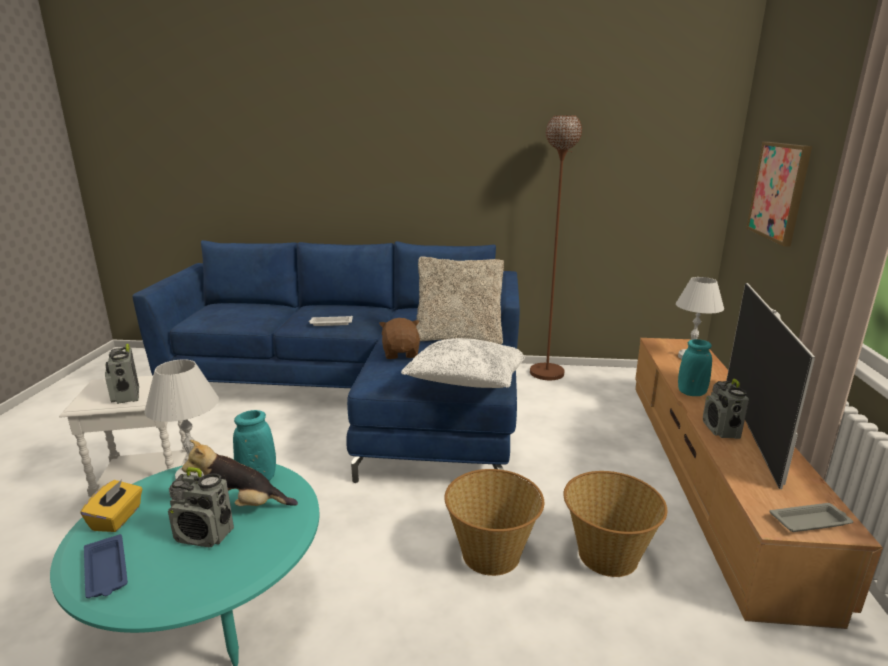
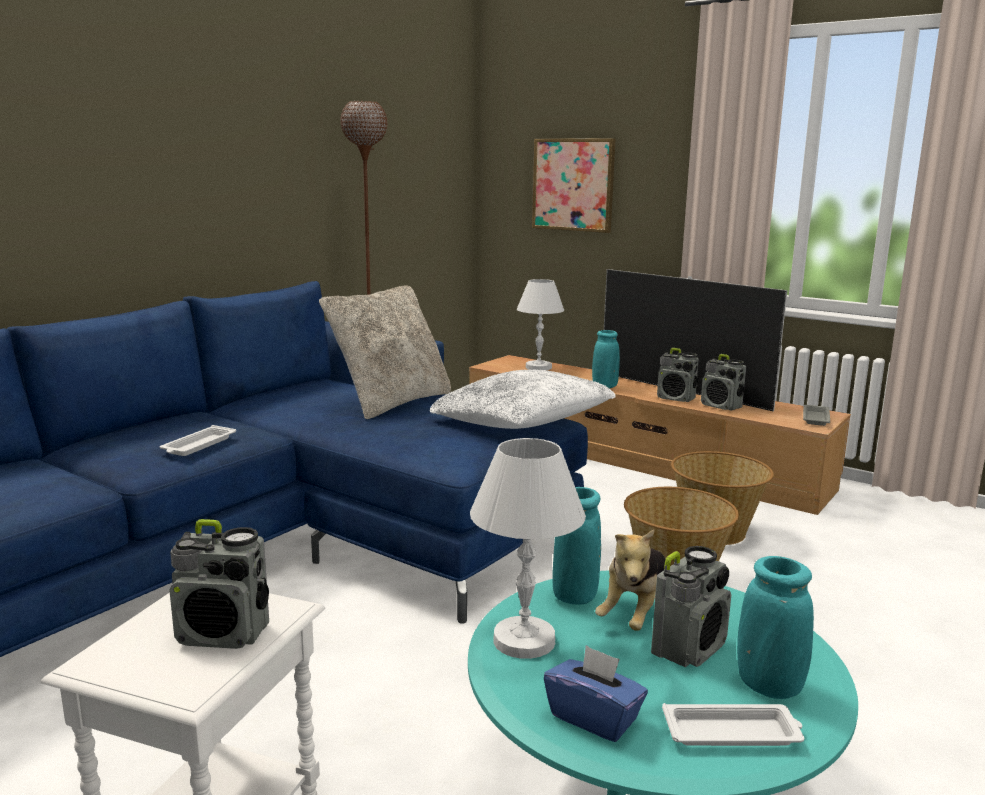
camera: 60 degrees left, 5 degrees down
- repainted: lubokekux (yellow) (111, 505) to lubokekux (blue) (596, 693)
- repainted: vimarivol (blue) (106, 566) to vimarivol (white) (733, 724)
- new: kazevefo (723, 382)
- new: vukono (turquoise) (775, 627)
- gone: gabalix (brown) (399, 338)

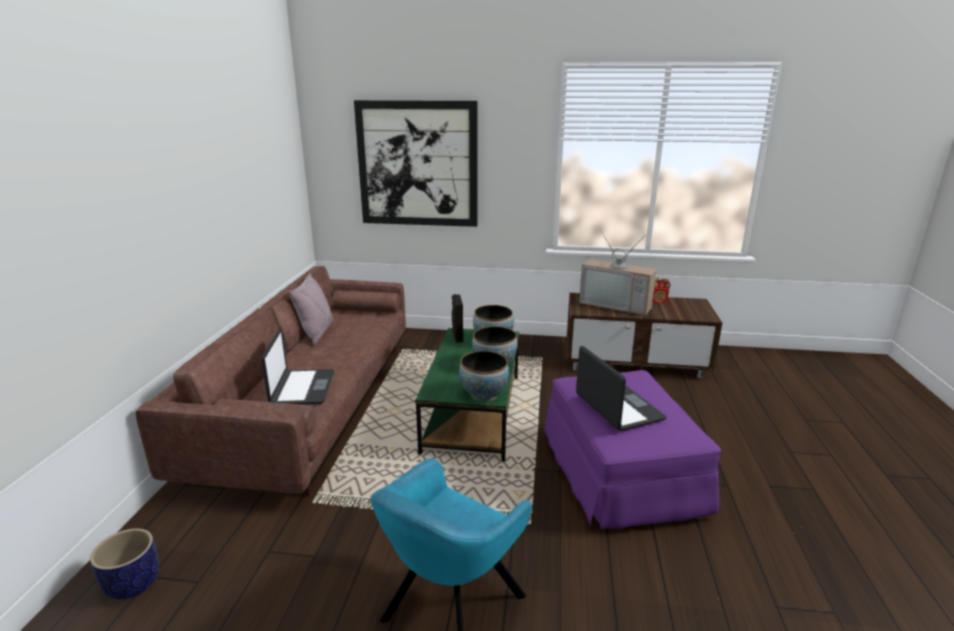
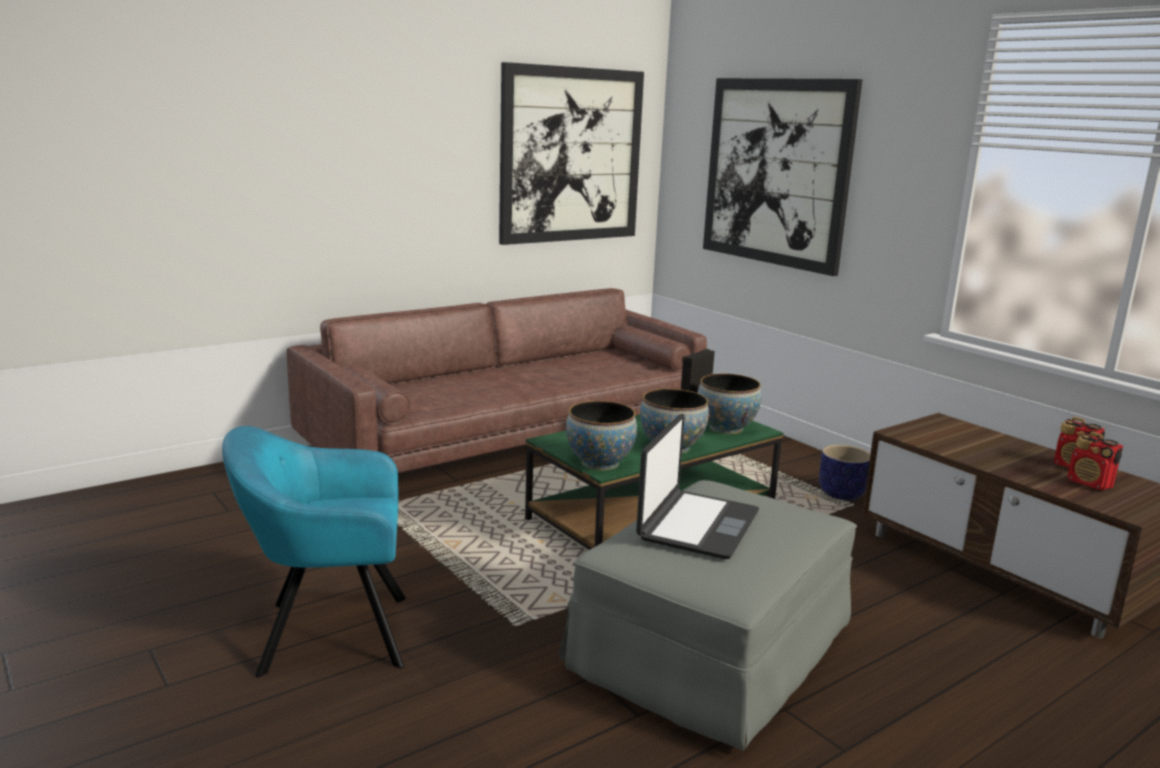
camera: 45 degrees right, 5 degrees down
- new: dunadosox (571, 153)
- repainted: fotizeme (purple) (632, 449) to fotizeme (grey) (708, 615)
- shifted: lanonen (124, 564) to (845, 472)
- new: kazevefo (1095, 461)
- gone: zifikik (297, 366)
- gone: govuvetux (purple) (311, 309)
- gone: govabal (617, 273)

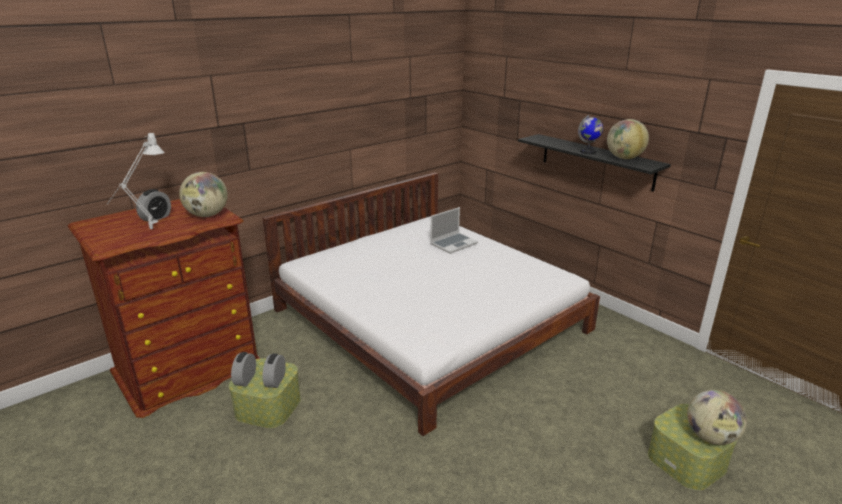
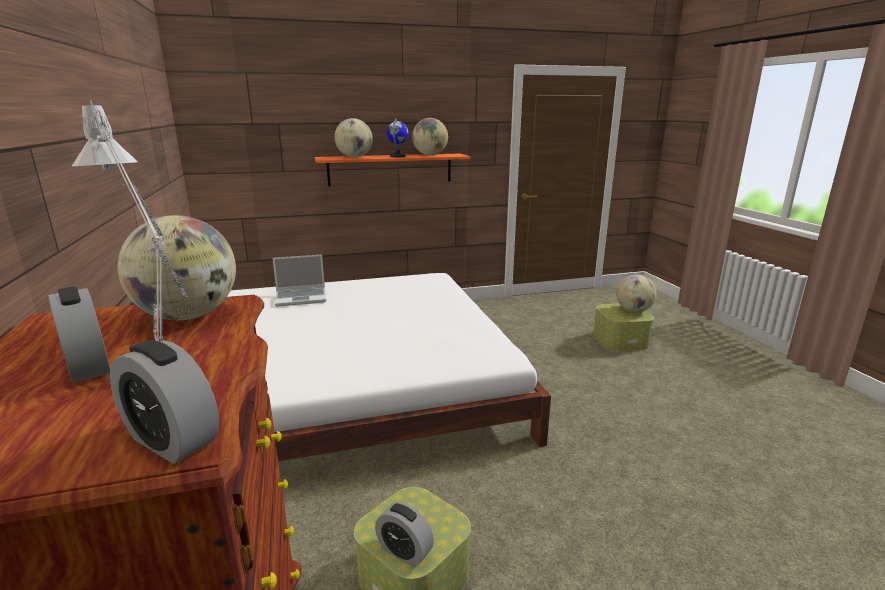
camera: 65 degrees left, 5 degrees down
- shifted: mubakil (274, 370) to (164, 402)
- rotated: zifikik (454, 230) = (299, 280) 90 degrees clockwise
- repainted: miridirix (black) (594, 163) to miridirix (orange) (392, 170)
- new: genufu (353, 138)

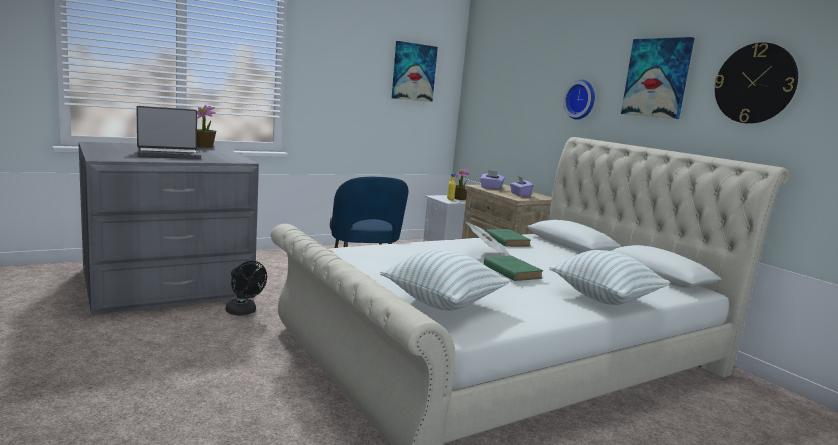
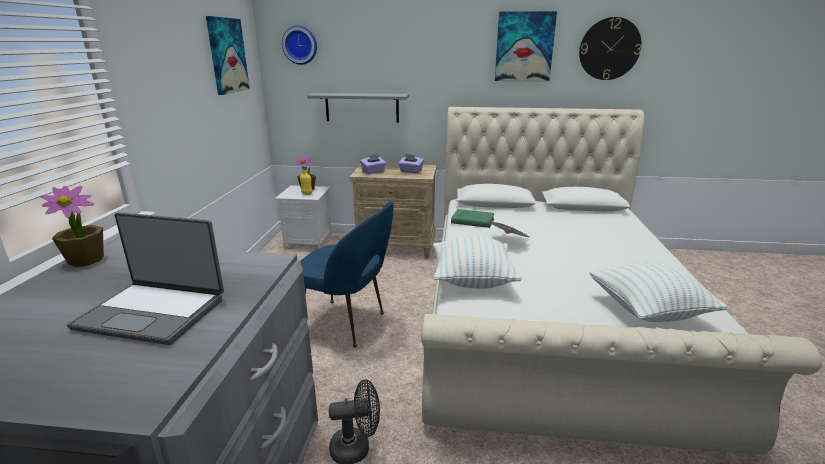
camera: 50 degrees left, 10 degrees up
- rotated: zifikik (168, 132) = (145, 278) 90 degrees clockwise
- shifted: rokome (579, 99) to (299, 45)
- new: miridirix (grey) (358, 108)
- shifted: govuvetux (609, 277) to (477, 262)
- gone: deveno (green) (513, 268)

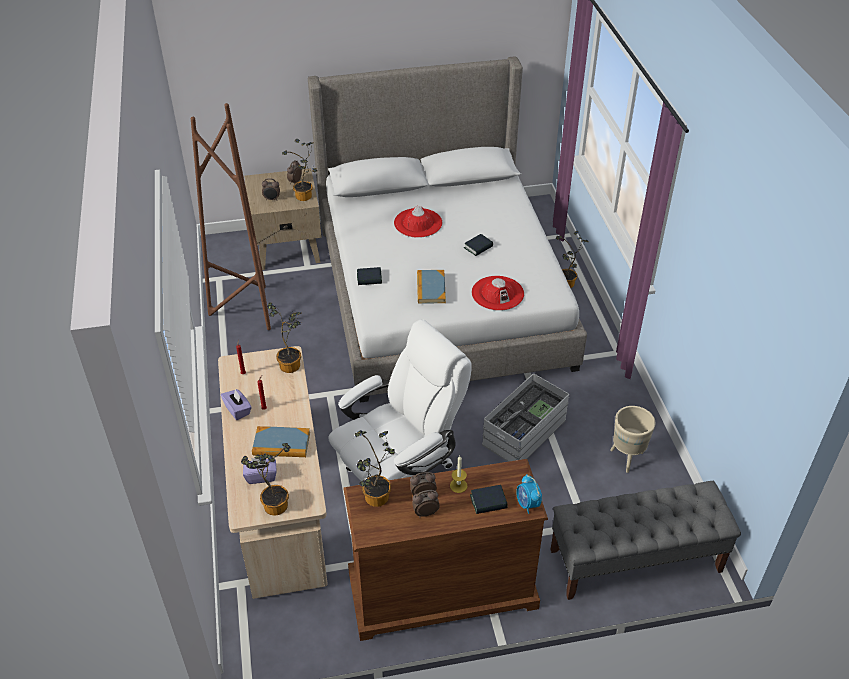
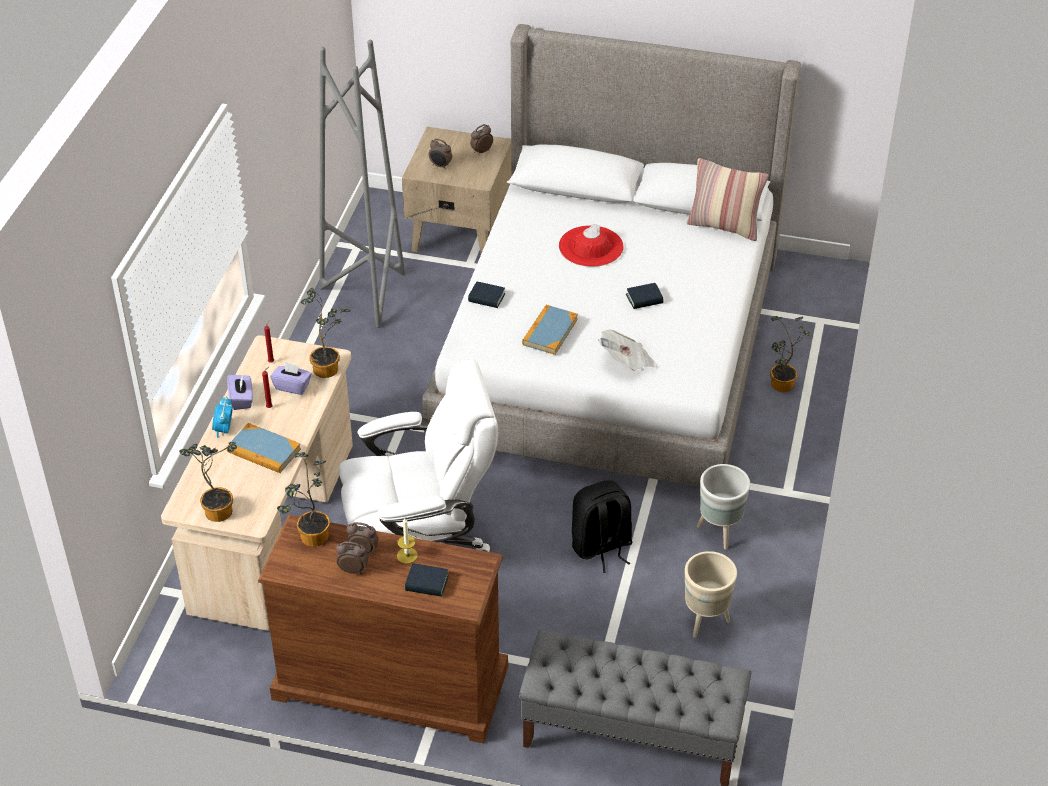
camera: 25 degrees right, 0 degrees up
- shifted: mubakil (529, 494) to (222, 417)
- shifted: lubokekux (purple) (260, 471) to (291, 378)
- repainted: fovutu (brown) (231, 216) to fovutu (grey) (362, 184)
- swapped: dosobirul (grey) (525, 418) to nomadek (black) (602, 526)
- swapped: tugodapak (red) (498, 293) to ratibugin (627, 350)
- new: govuvetux (727, 199)
- new: lanonen (grey) (723, 506)
- gone: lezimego (299, 170)

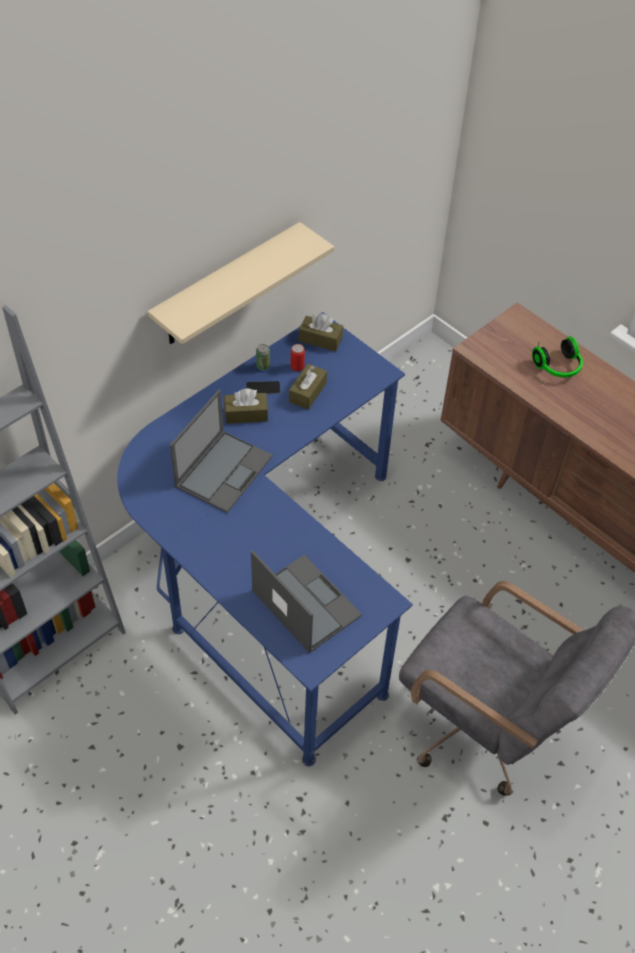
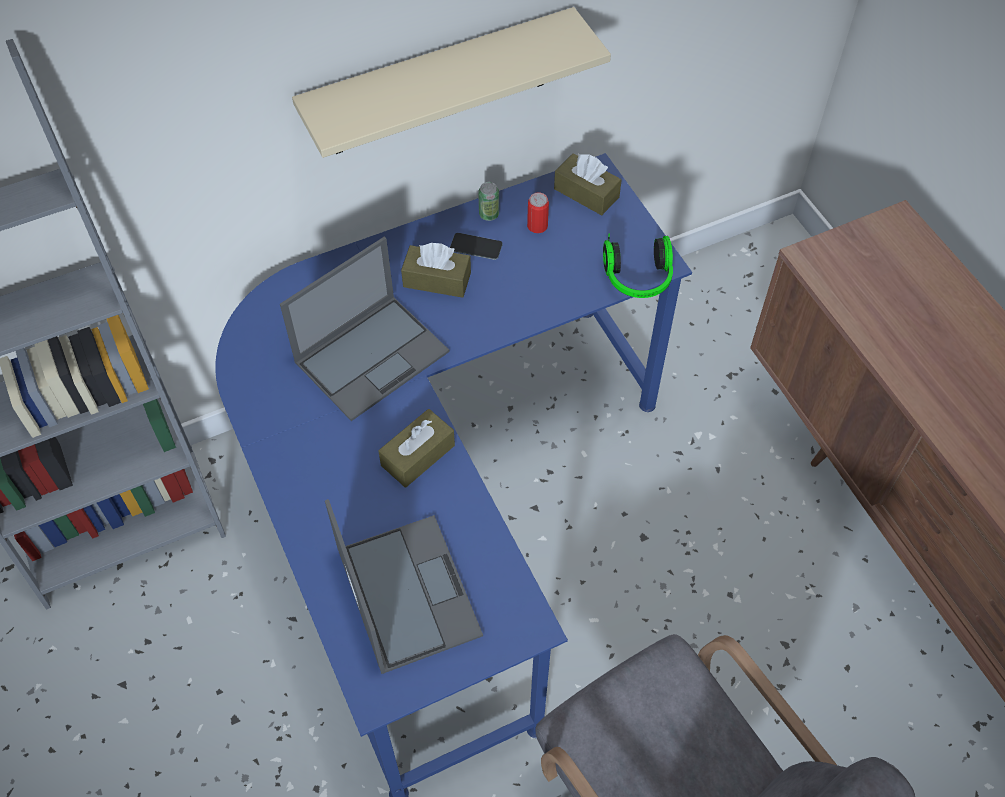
camera: 20 degrees right, 5 degrees up
- shifted: lubokekux (brown) (308, 387) to (416, 448)
- shifted: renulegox (557, 357) to (638, 266)

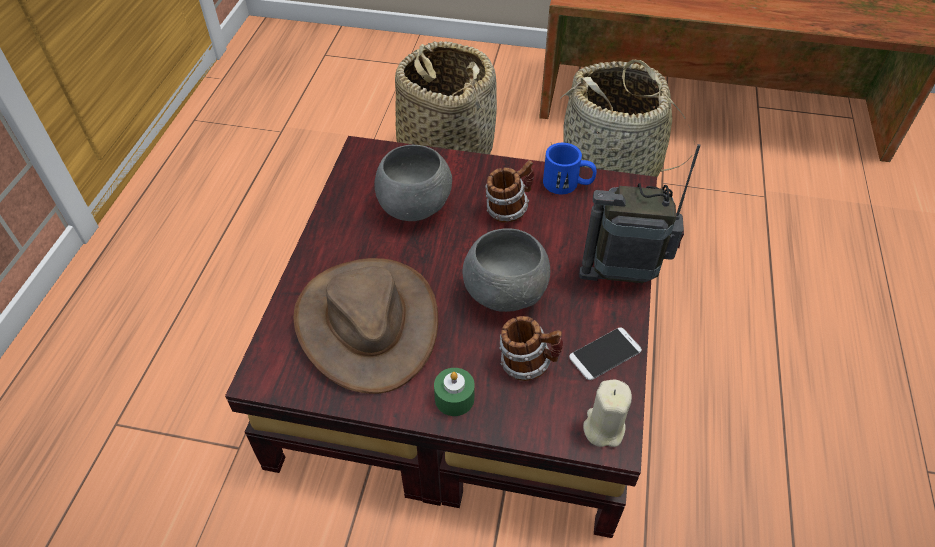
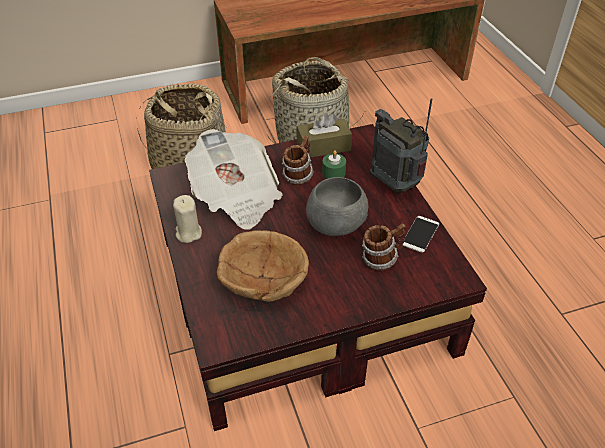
camera: 30 degrees left, 5 degrees down
- shifted: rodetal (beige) (607, 413) to (187, 219)
- swapped: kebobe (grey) (413, 183) to ratibugin (234, 179)
- swapped: tugodapak (brown) (366, 326) to kebobe (brown) (263, 266)
- swapped: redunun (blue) (569, 168) to lubokekux (brown) (324, 135)
- shifted: rodetal (green) (454, 392) to (334, 164)
- rotated: kazevefo (639, 213) = (401, 146) 75 degrees clockwise

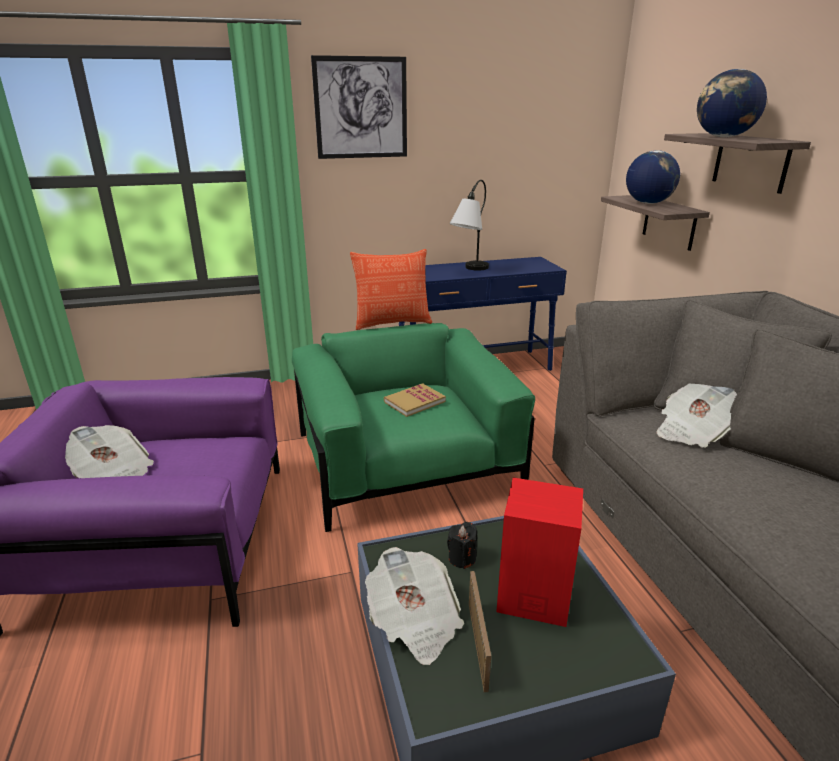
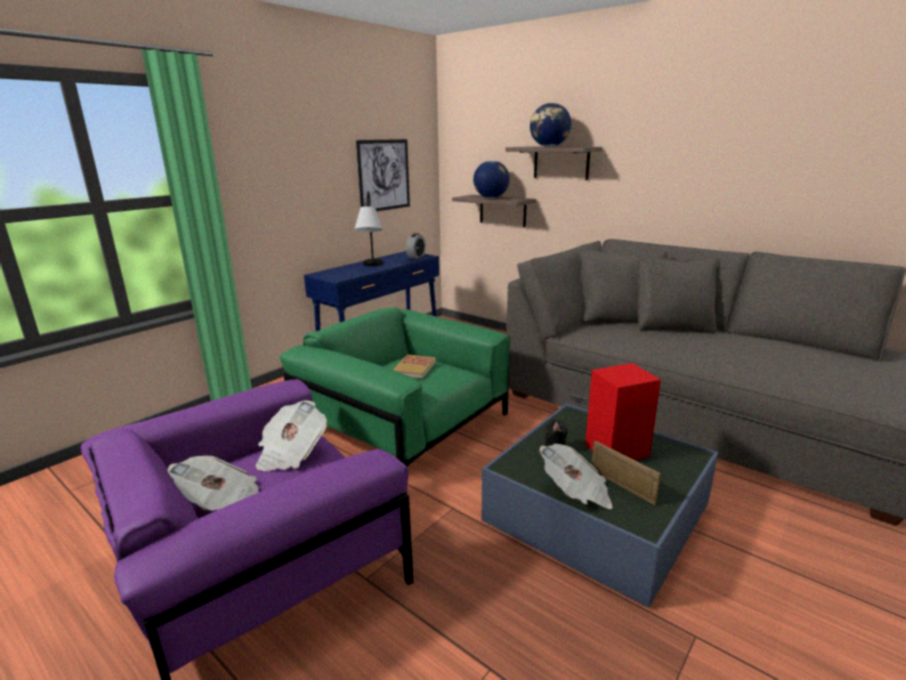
camera: 35 degrees left, 5 degrees down
- shifted: ratibugin (696, 416) to (291, 435)
- shifted: dunadosox (359, 107) to (383, 175)
- new: mubakil (416, 246)
- gone: govuvetux (orange) (391, 289)

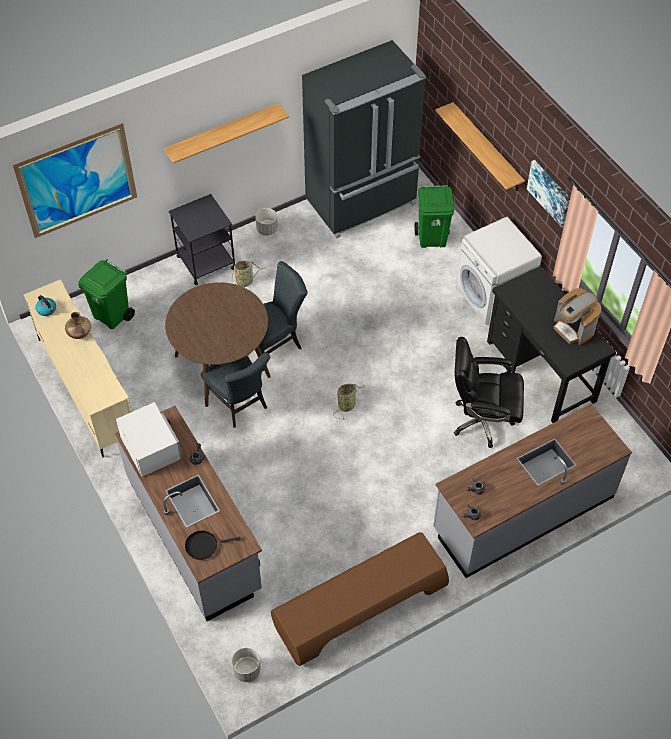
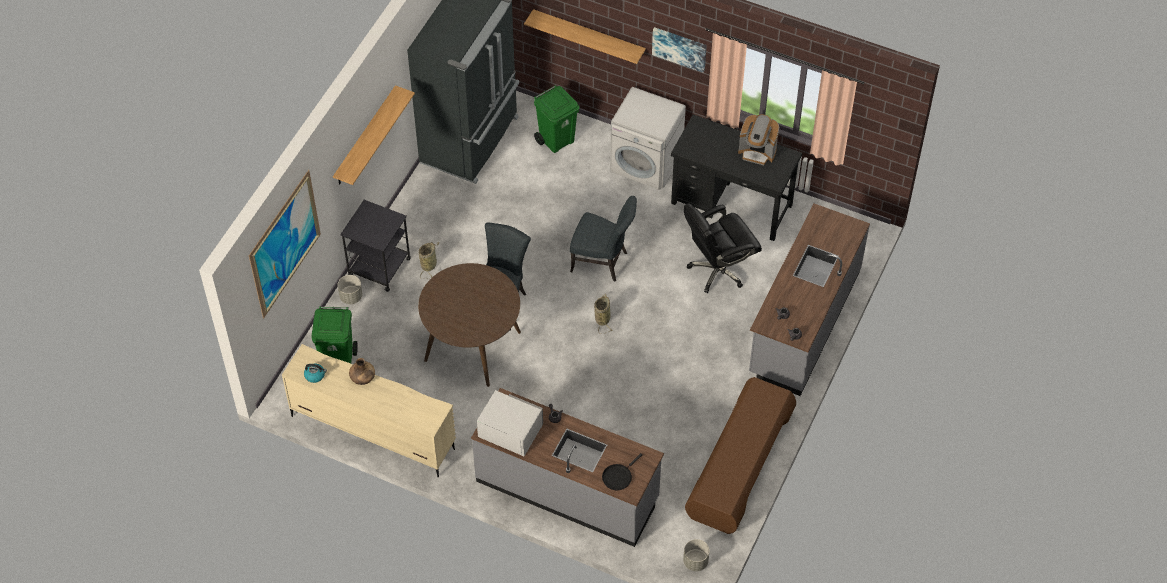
camera: 35 degrees left, 0 degrees up
- shifted: lanonen (grey) (266, 222) to (350, 289)
- shifted: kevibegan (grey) (235, 390) to (603, 239)

